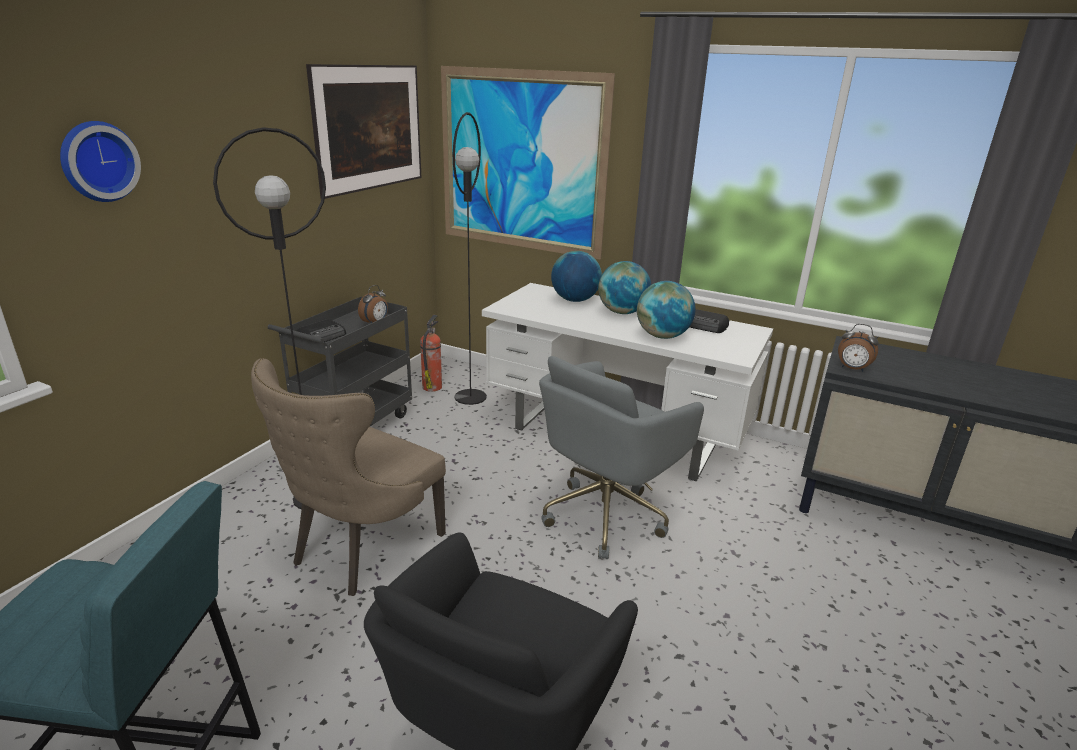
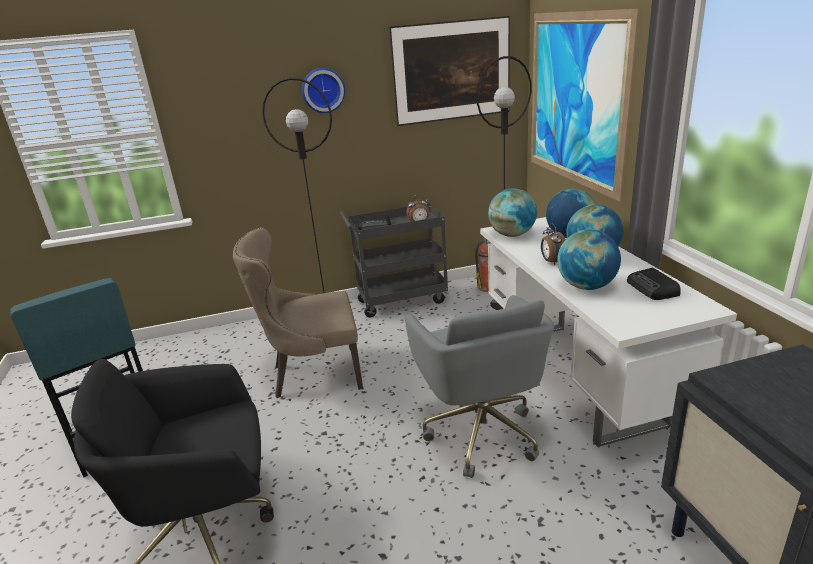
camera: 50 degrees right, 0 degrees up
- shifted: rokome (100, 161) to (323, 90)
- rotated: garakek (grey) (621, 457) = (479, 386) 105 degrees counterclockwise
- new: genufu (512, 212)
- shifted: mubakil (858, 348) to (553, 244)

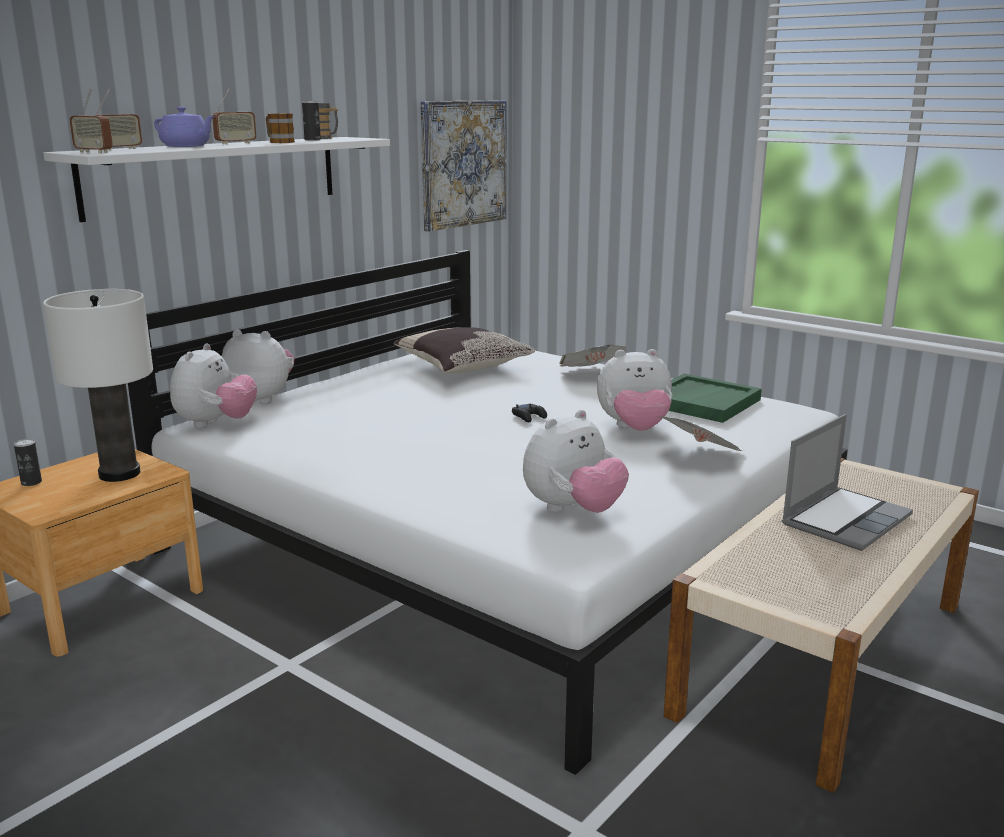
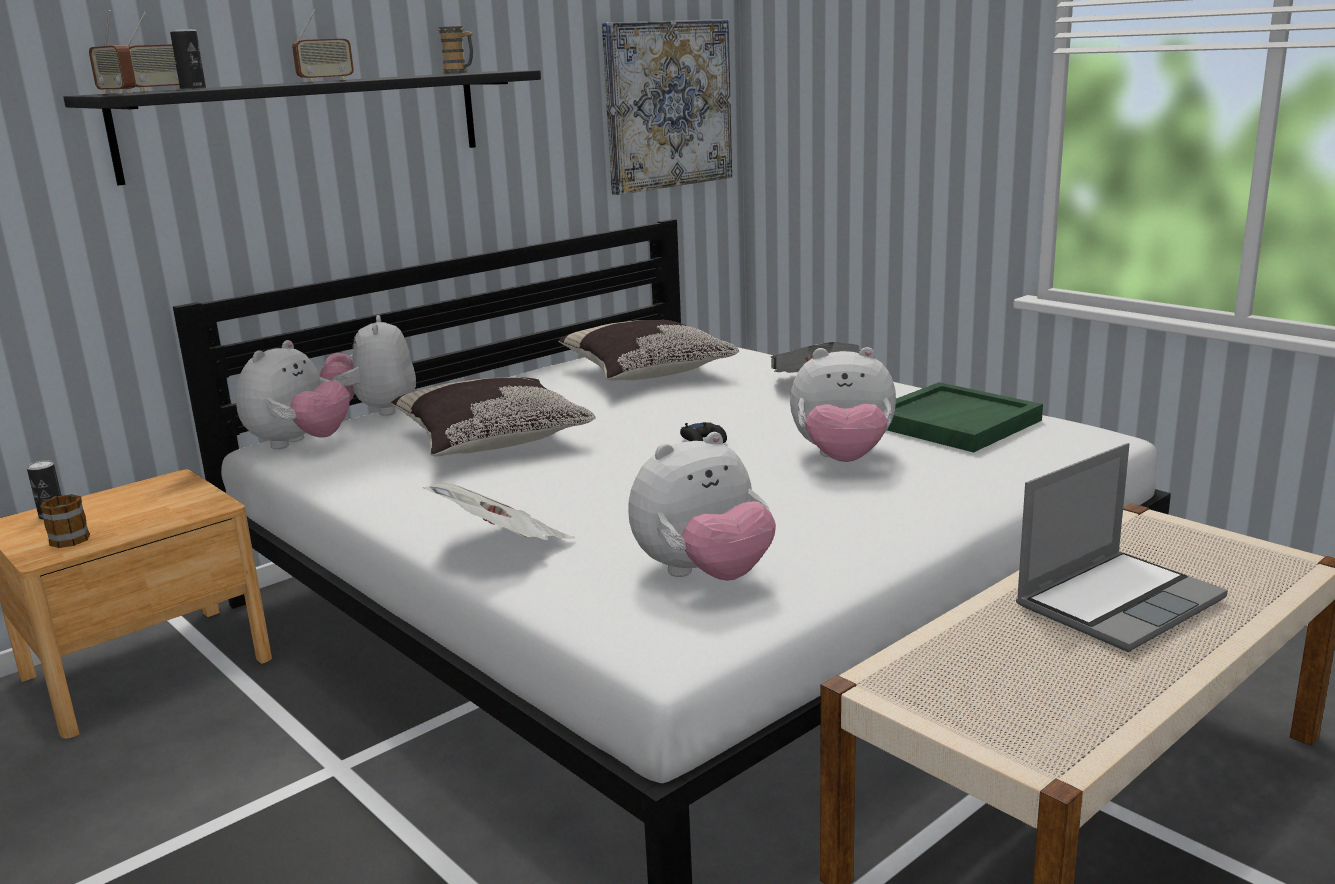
camera: 10 degrees right, 0 degrees up
- shifted: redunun (280, 128) to (65, 521)
- repainted: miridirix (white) (216, 179) to miridirix (black) (302, 127)
- shifted: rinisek (311, 121) to (188, 59)
- rotated: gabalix (258, 367) = (367, 365) 120 degrees counterclockwise
- new: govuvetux (493, 416)
- shifted: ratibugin (700, 433) to (499, 512)
- gone: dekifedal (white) (98, 385)
- gone: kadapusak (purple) (184, 127)

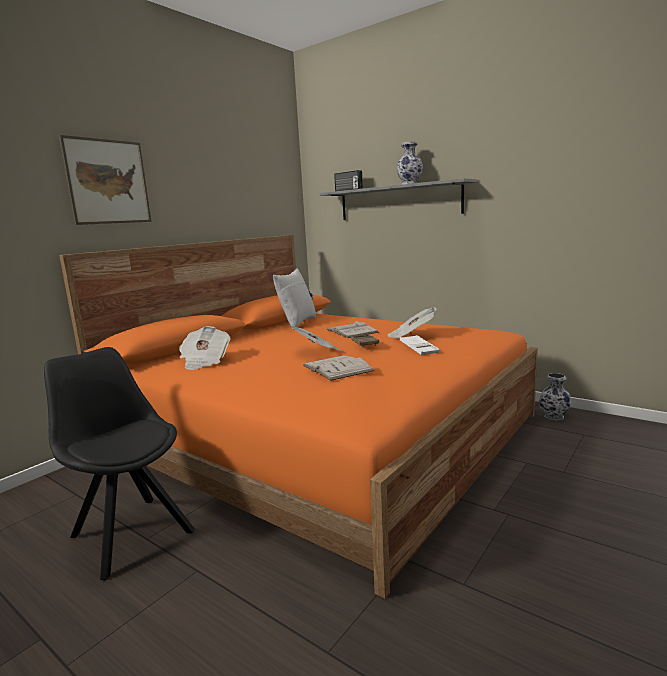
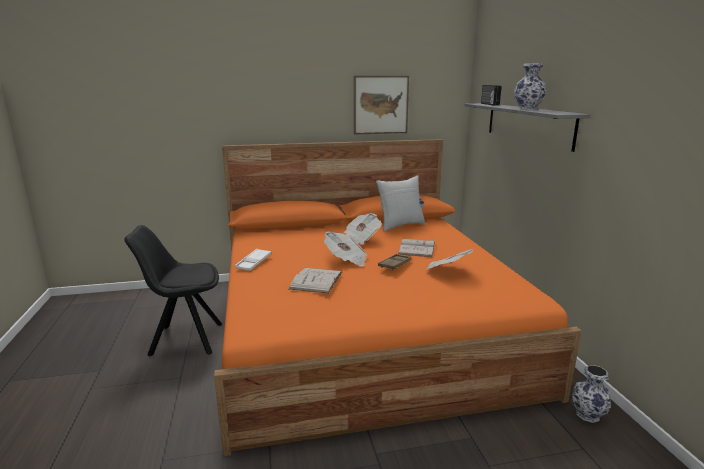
camera: 40 degrees right, 5 degrees up
- rotated: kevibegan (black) (119, 463) = (173, 290) 90 degrees counterclockwise
- shifted: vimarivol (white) (420, 345) to (253, 260)
- shifted: ratibugin (205, 348) to (363, 228)
- shifted: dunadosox (105, 180) to (381, 105)

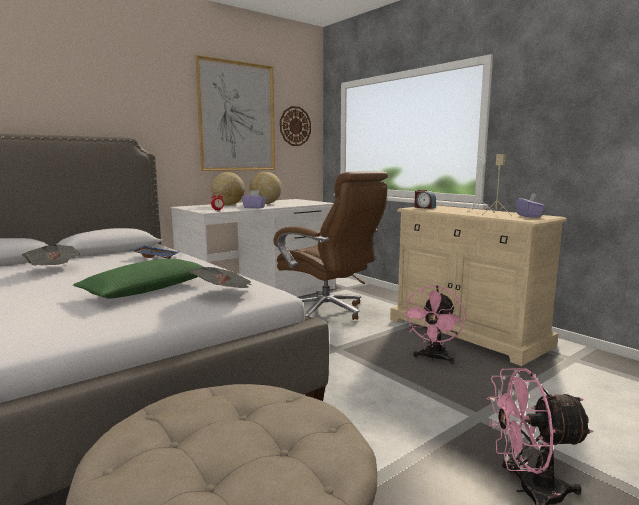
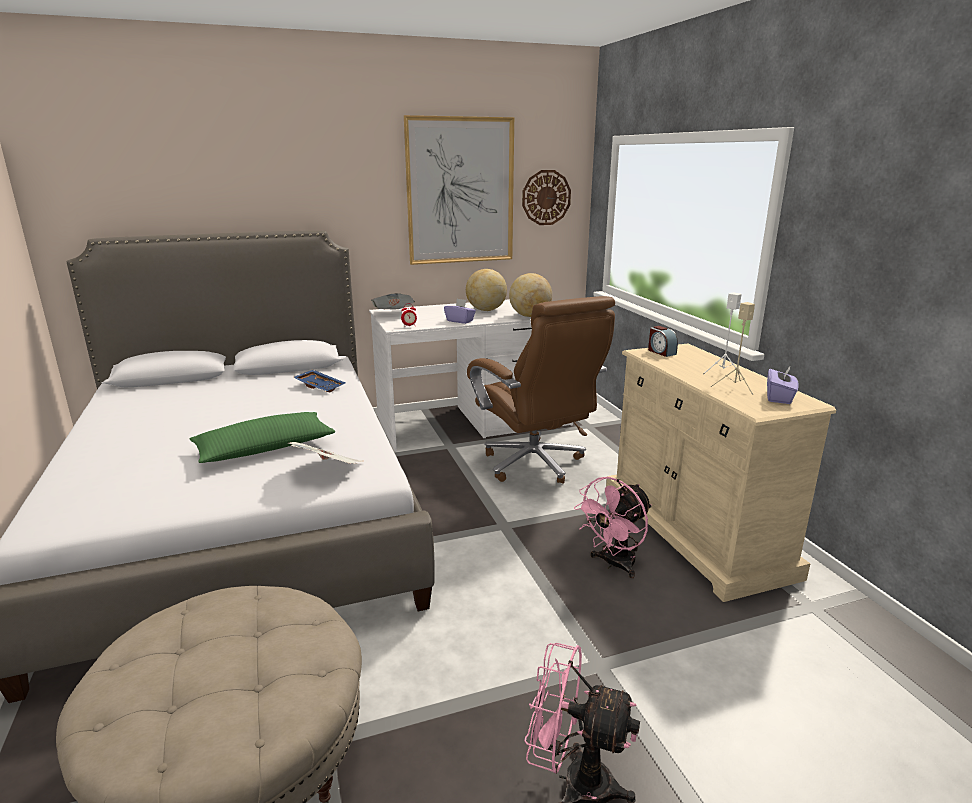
camera: 20 degrees right, 10 degrees up
- shifted: ratibugin (51, 255) to (393, 301)
- shifted: genufu (228, 188) to (530, 295)

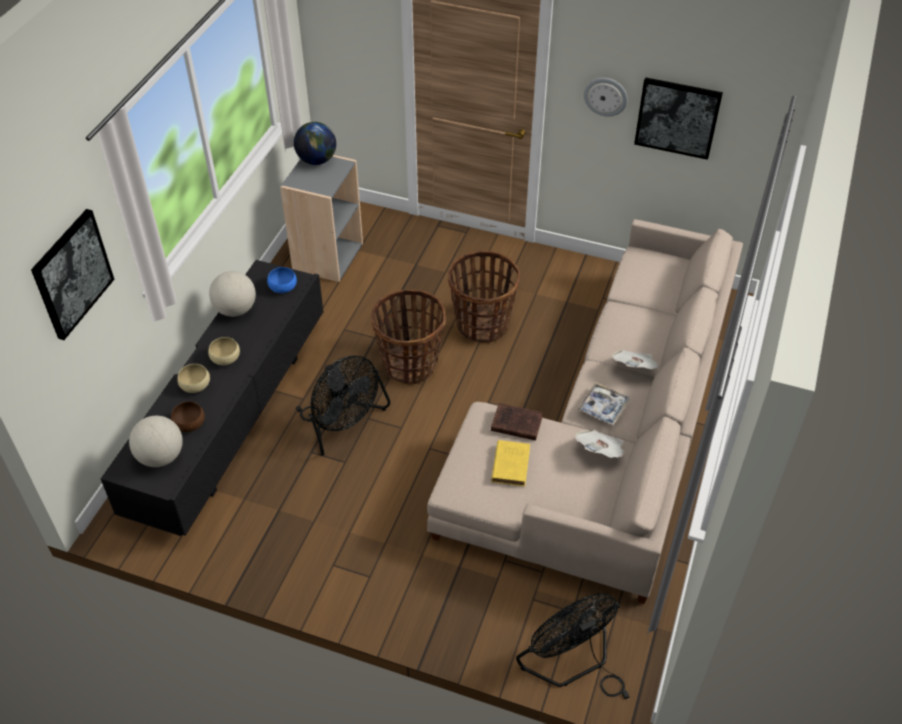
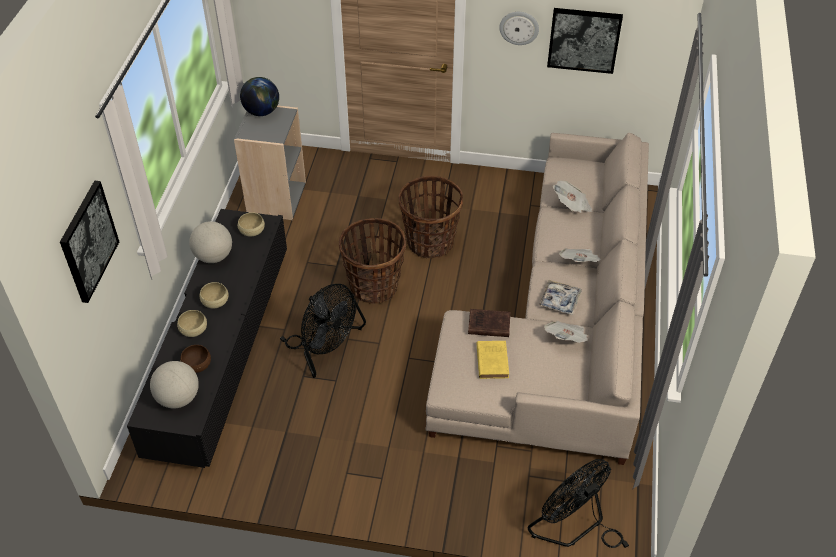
camera: 10 degrees left, 0 degrees up
- repainted: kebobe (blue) (282, 280) to kebobe (beige) (251, 224)
- new: ratibugin (573, 196)

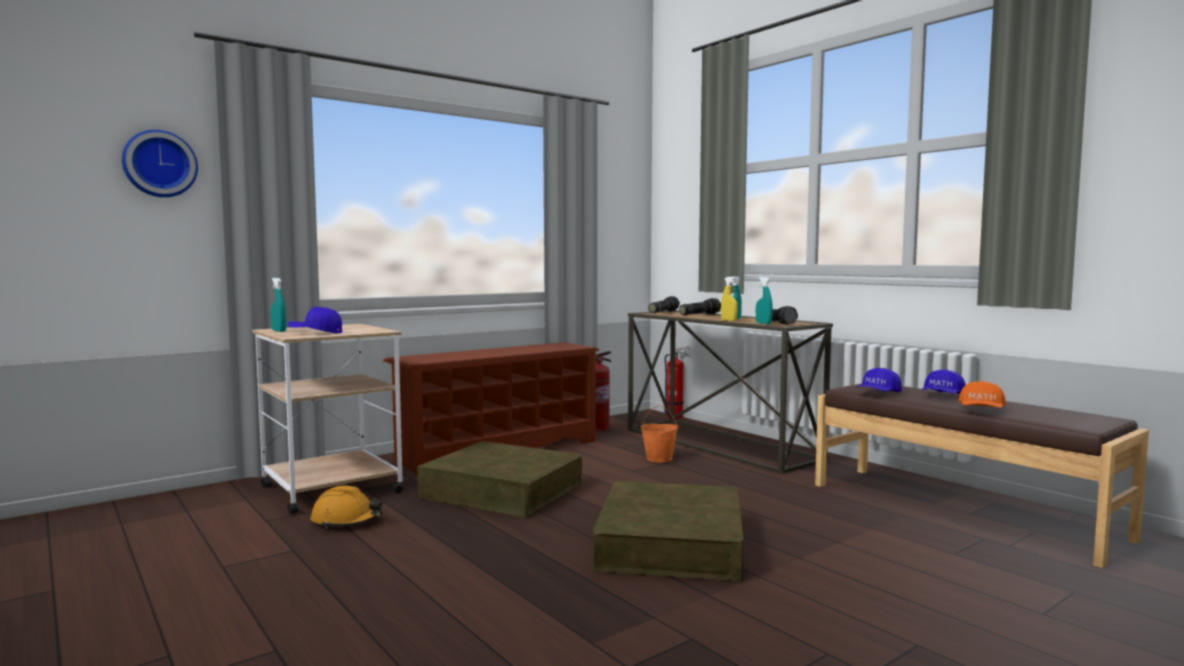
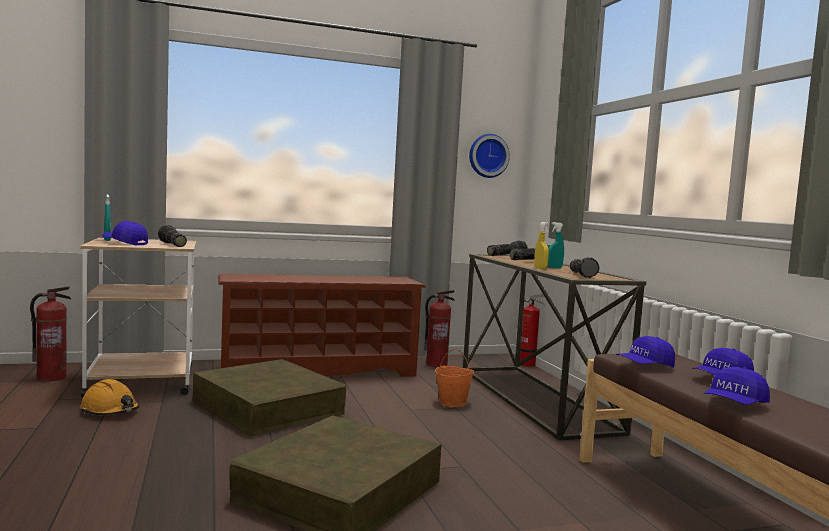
camera: 20 degrees right, 0 degrees up
- new: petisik (50, 333)
- new: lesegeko (172, 236)
- shifted: rokome (160, 163) to (489, 156)
- repainted: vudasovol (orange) (982, 394) to vudasovol (blue) (737, 386)
- gone: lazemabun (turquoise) (764, 300)

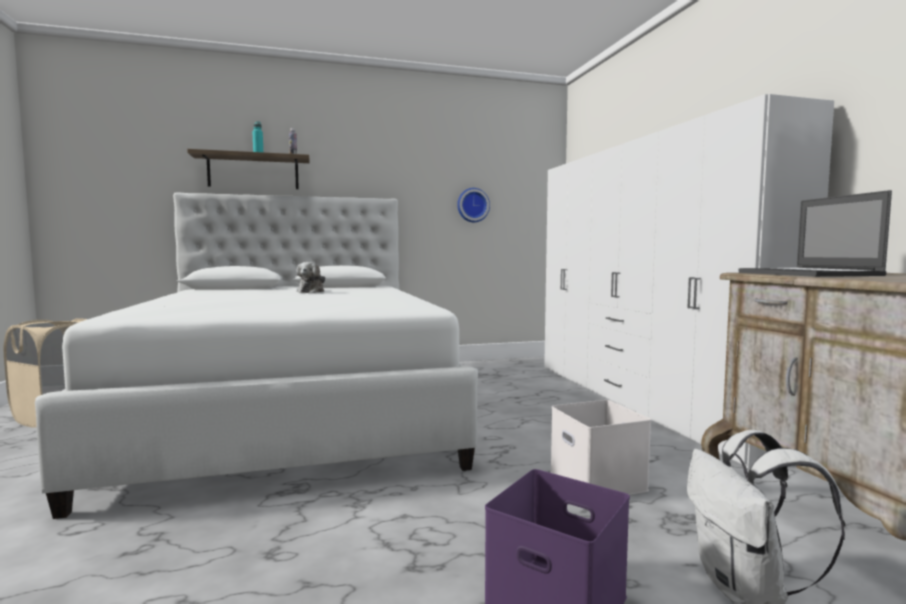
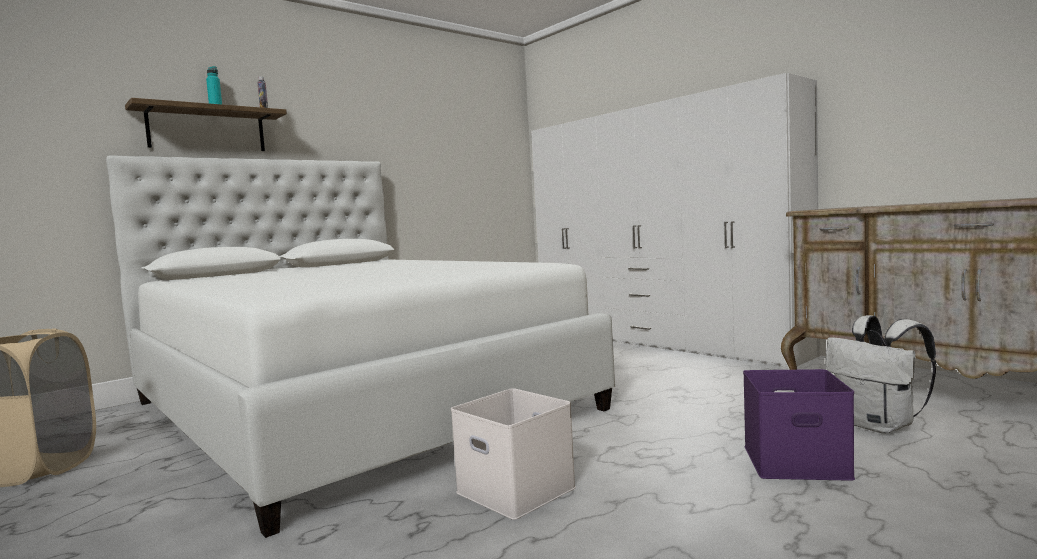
camera: 25 degrees left, 0 degrees up
- shifted: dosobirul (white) (600, 447) to (513, 454)
- gone: gabalix (310, 277)
- gone: rokome (473, 205)
- gone: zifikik (815, 233)

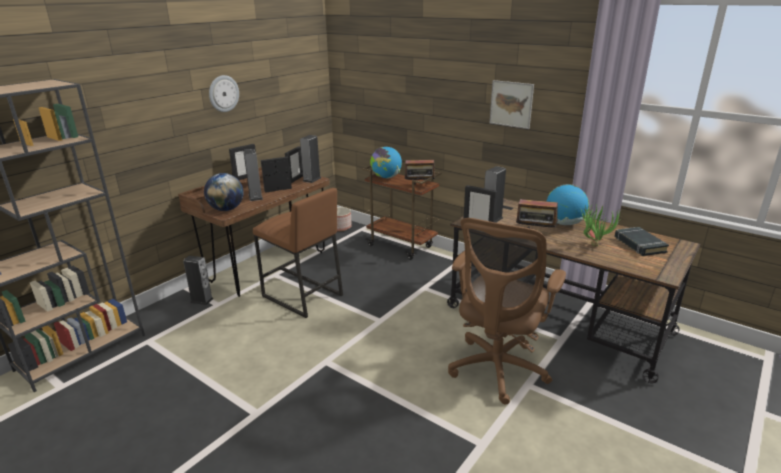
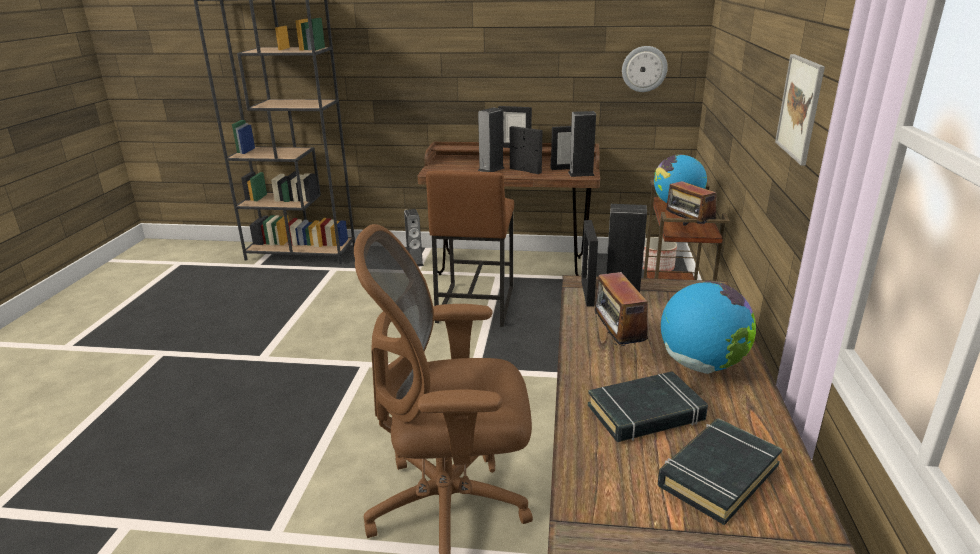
camera: 60 degrees right, 0 degrees up
- swapped: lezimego (600, 225) to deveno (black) (648, 406)
- shifted: rokome (224, 93) to (645, 69)
- gone: genufu (224, 192)

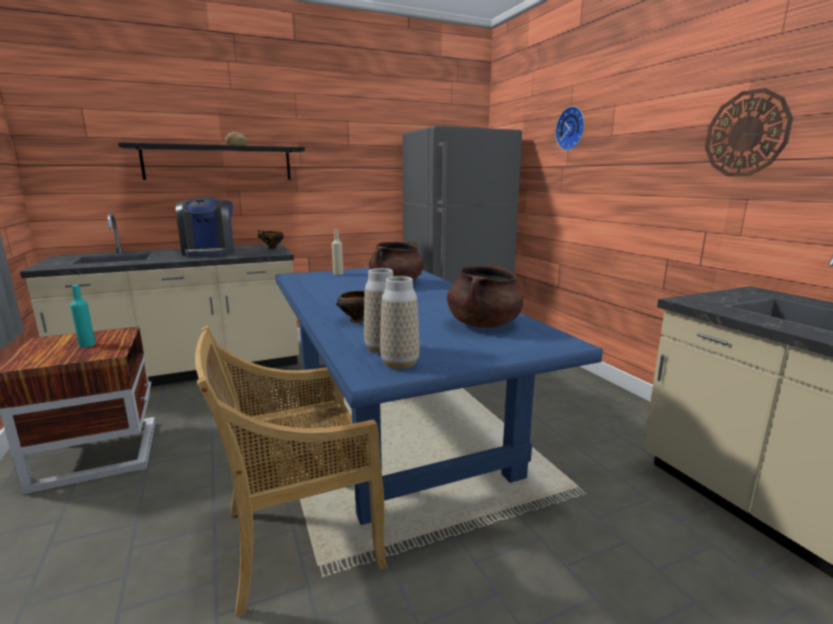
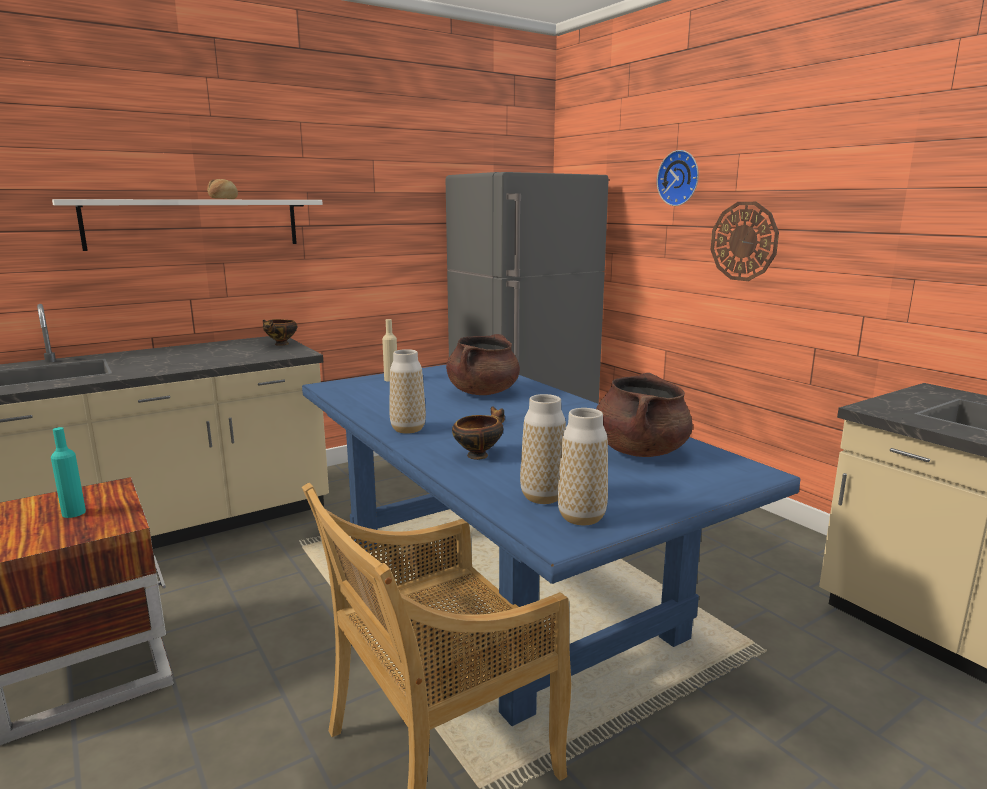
camera: 10 degrees left, 0 degrees up
- repainted: miridirix (black) (211, 161) to miridirix (white) (187, 225)
- new: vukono (408, 391)
- shifted: rokome (749, 132) to (745, 241)
- gone: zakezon (205, 226)

